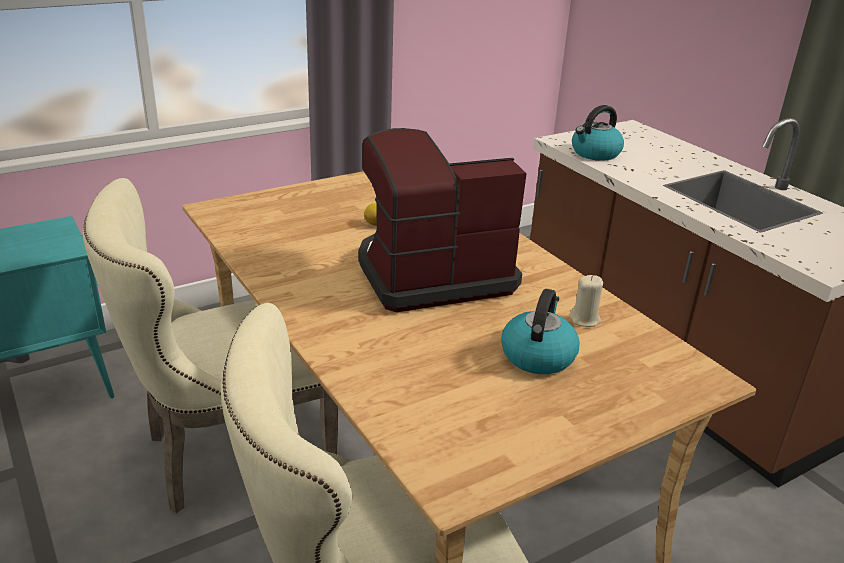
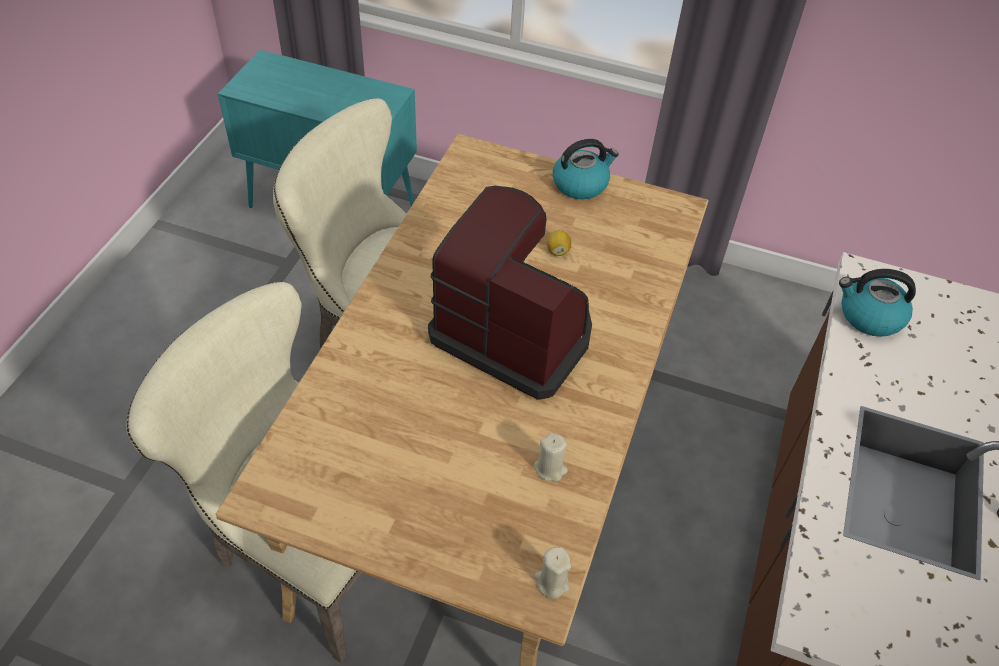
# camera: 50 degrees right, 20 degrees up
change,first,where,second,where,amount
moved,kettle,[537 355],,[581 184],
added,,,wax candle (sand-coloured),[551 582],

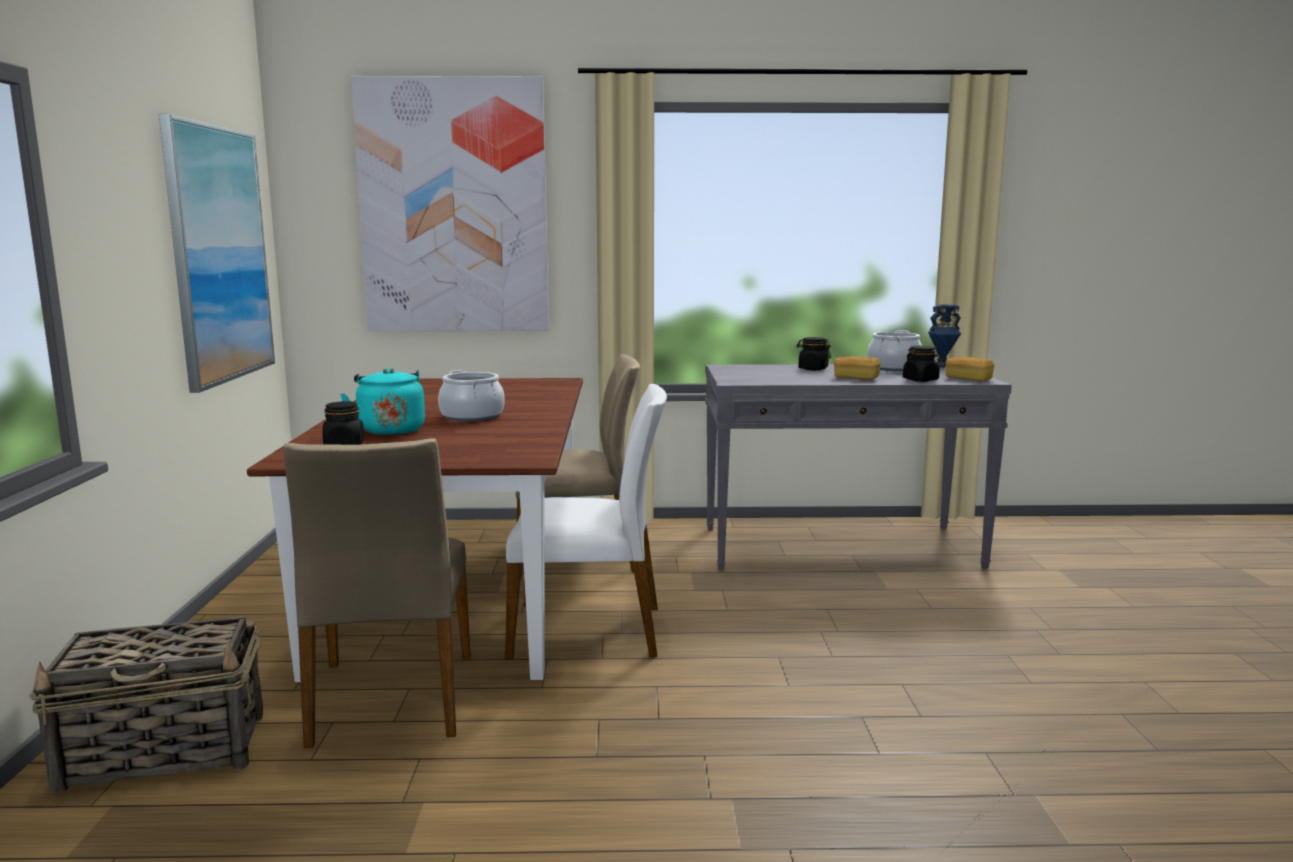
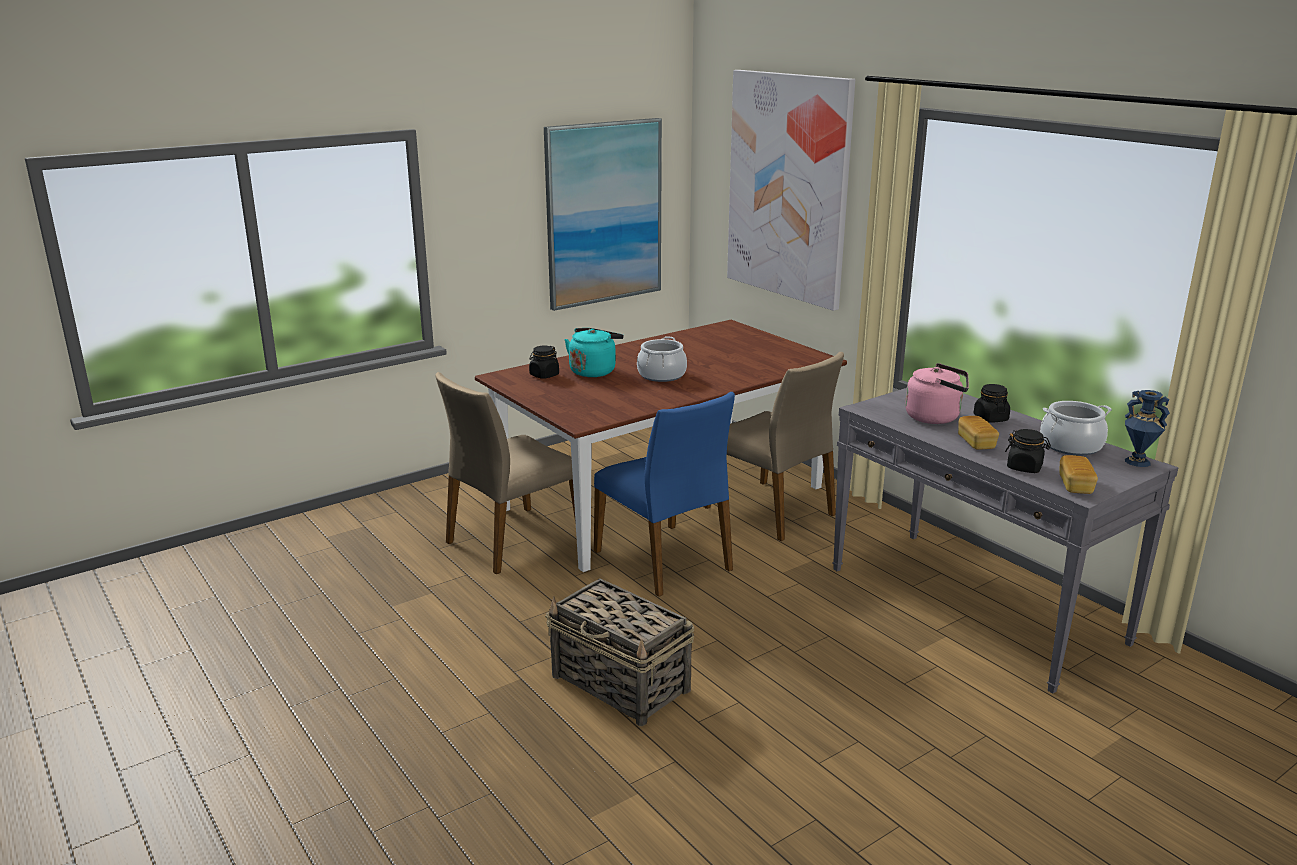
# camera: 55 degrees right, 10 degrees up
change,first,where,second,where,amount
moved,basket,[167 751],,[621 684],
recoloured,chair (whitish),[589 630],chair (blue),[665 560],
added,,,kettle (pinkish),[936 417],

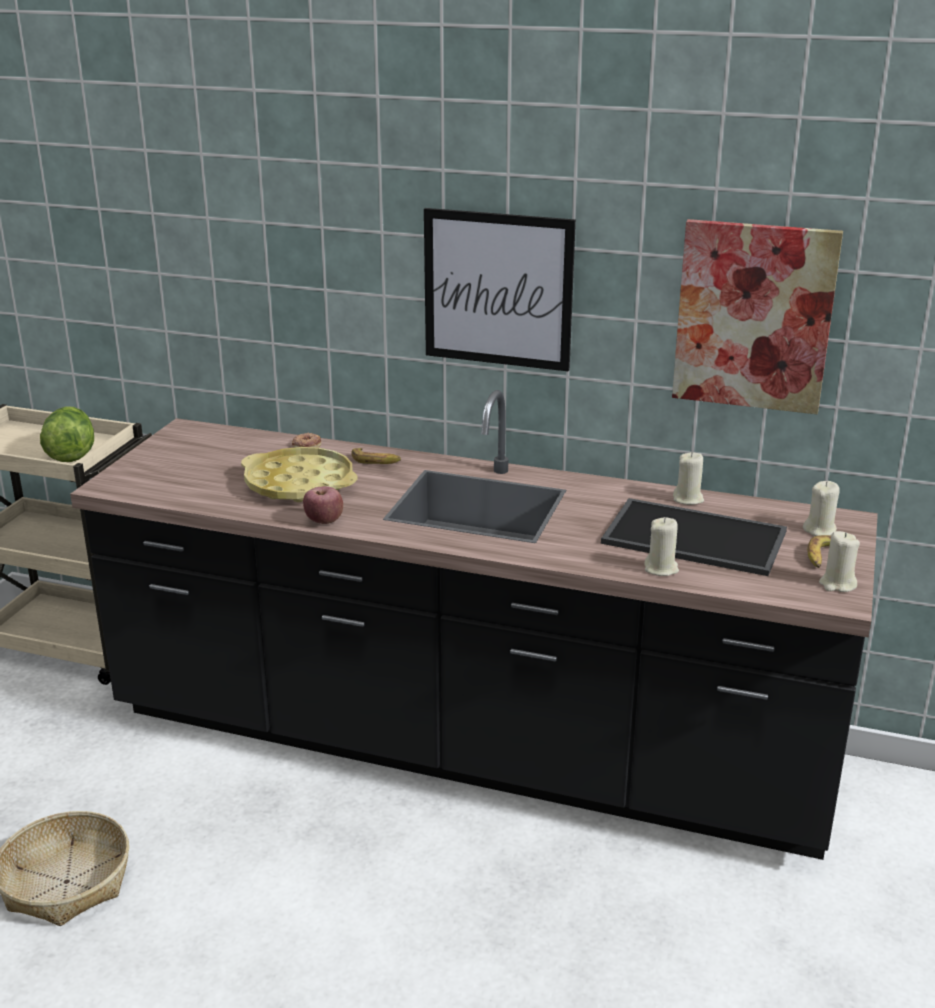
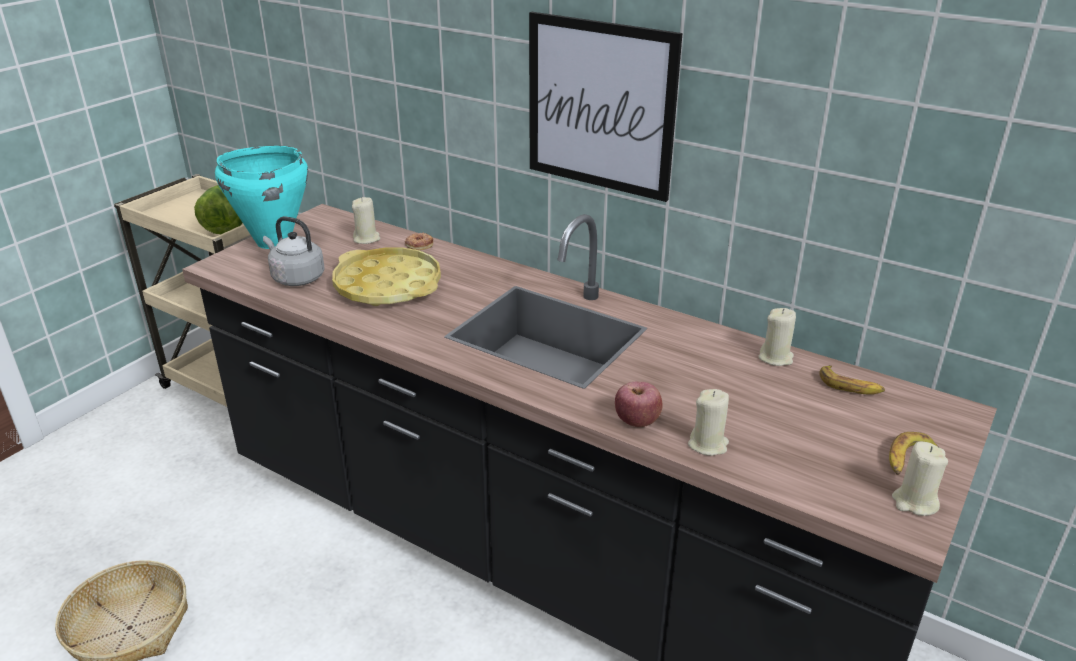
# camera: 15 degrees right, 5 degrees up
change,first,where,second,where,amount
moved,whole apple,[324 521],,[637 421],
moved,banana fruit,[376 460],,[850 386],
removed,serving tray,[691 538],,,
removed,picture,[754 316],,,
moved,wax candle (sand-coloured),[820 530],,[367 239],
added,,,saucepot (turquoise-coloured),[273 241],
added,,,kettle (grey),[296 278],

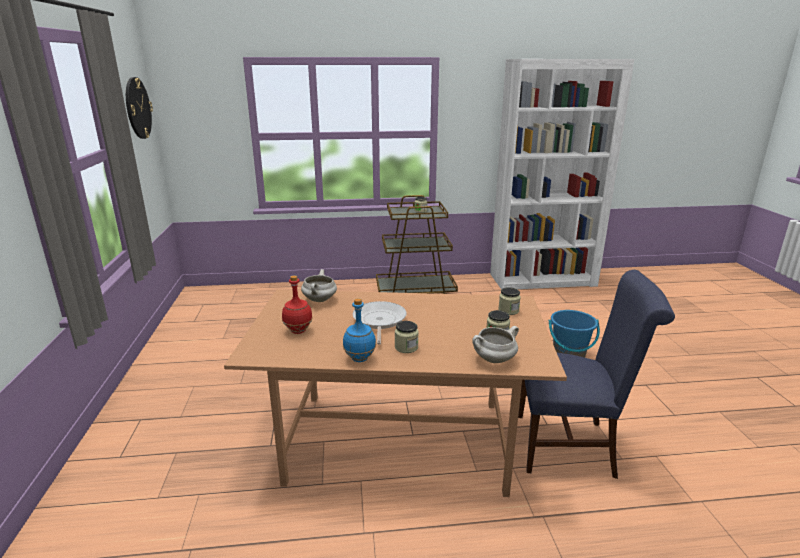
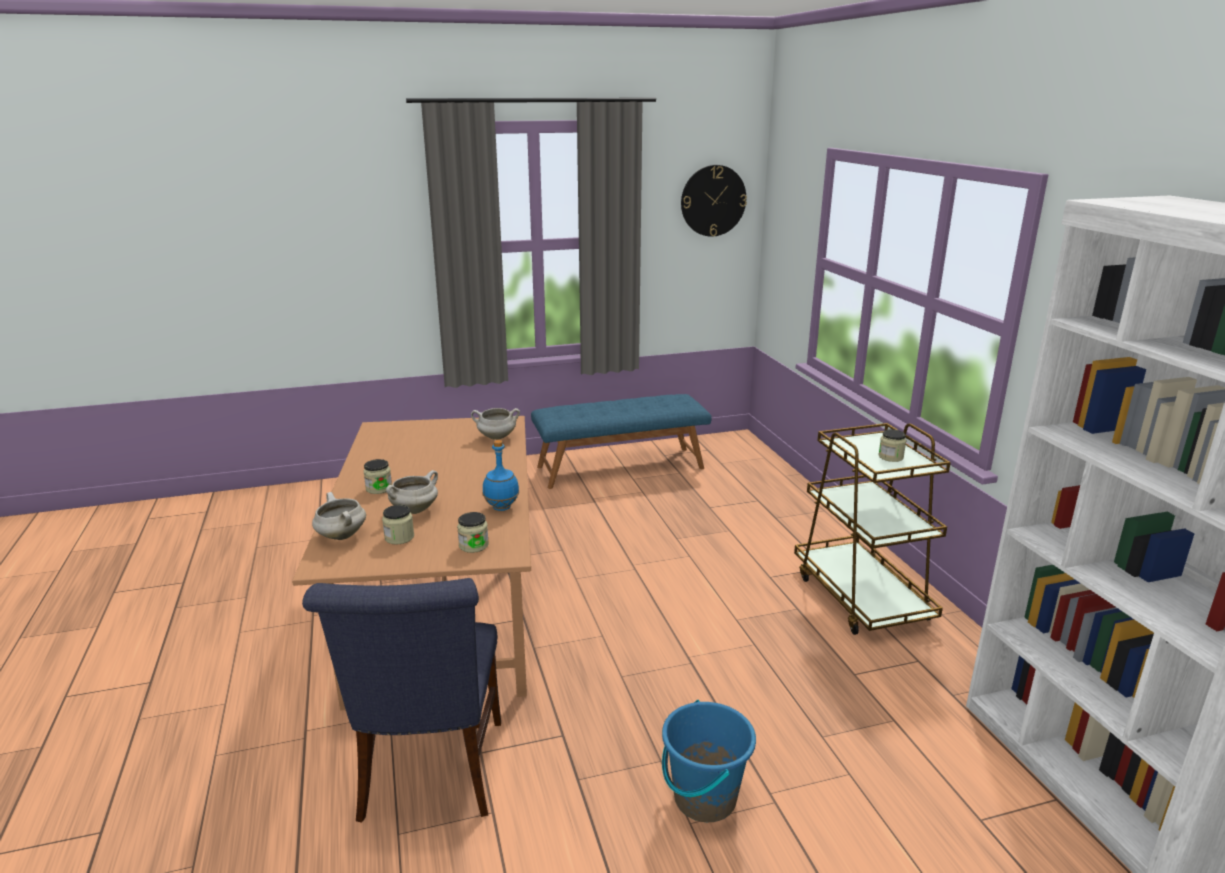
# camera: 80 degrees right, 0 degrees up
change,first,where,second,where,amount
removed,bottle (red),[298 331],,,
moved,bottle (blue),[359 358],,[502 507],
removed,frying pan,[379 321],,,
added,,,saucepot (whitish),[415 509],
added,,,long seat (blue),[620 467],

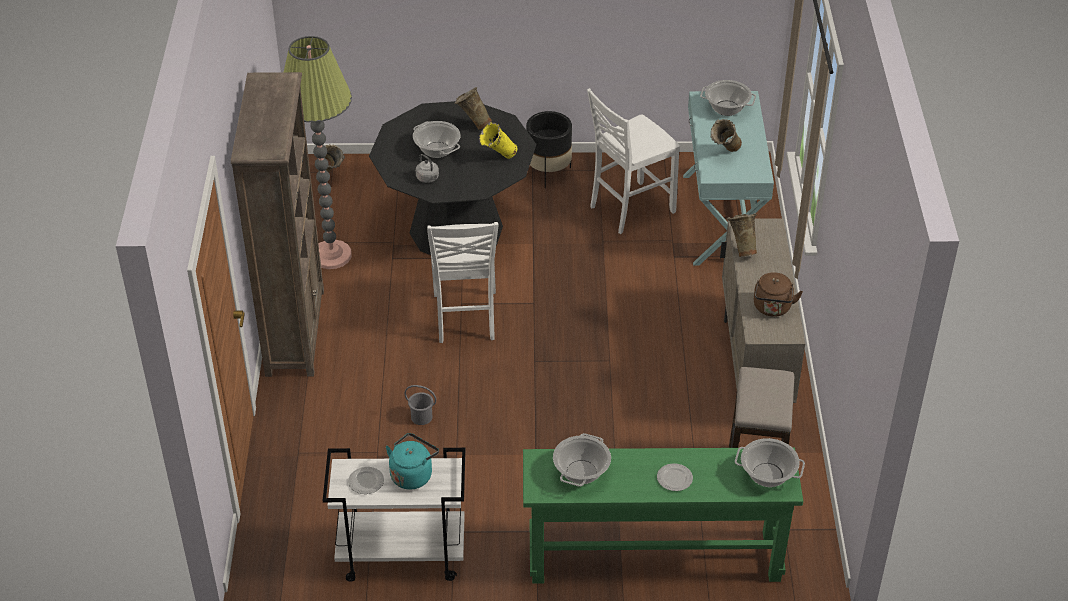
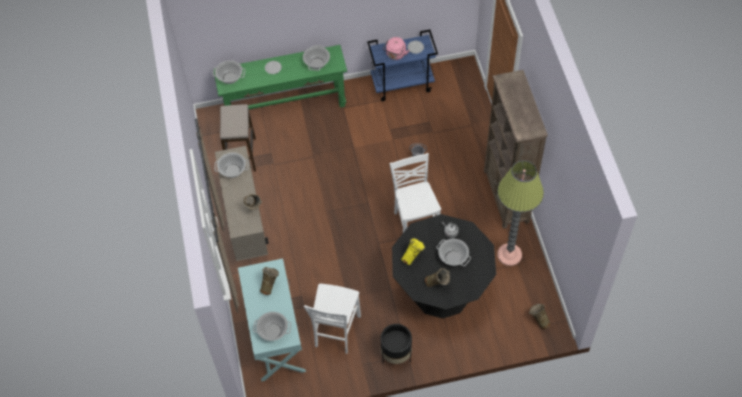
# camera: 170 degrees right, 15 degrees up
change,first,where,second,where,amount
recoloured,wheeled cart (whitish),[400 556],wheeled cart (blue),[402 84],
recoloured,kettle (turquoise-coloured),[412 474],kettle (pinkish),[395 55],
turned,chair (whitish),[629 209],,[336 332],150 degrees clockwise
replaced,kettle (brown-coloured),[772 308],saucepot,[233 170],

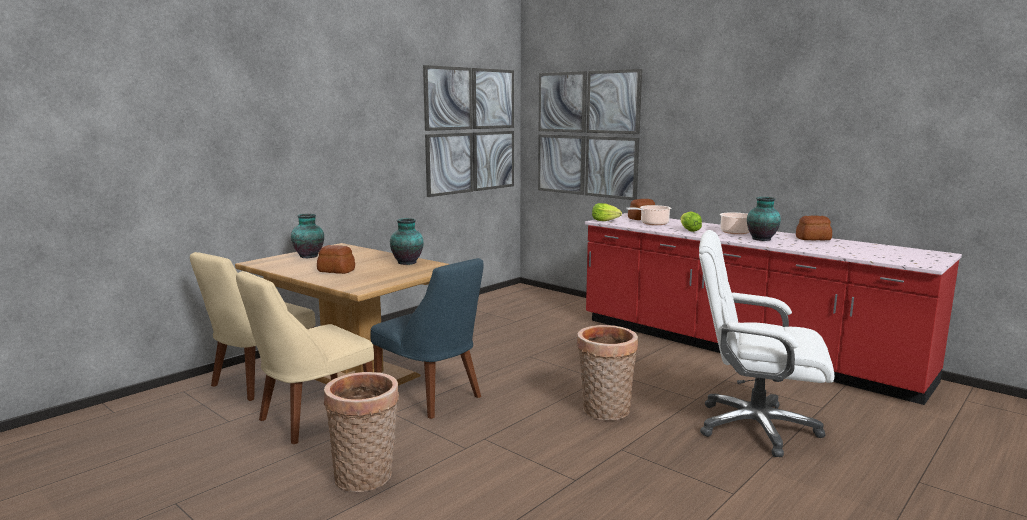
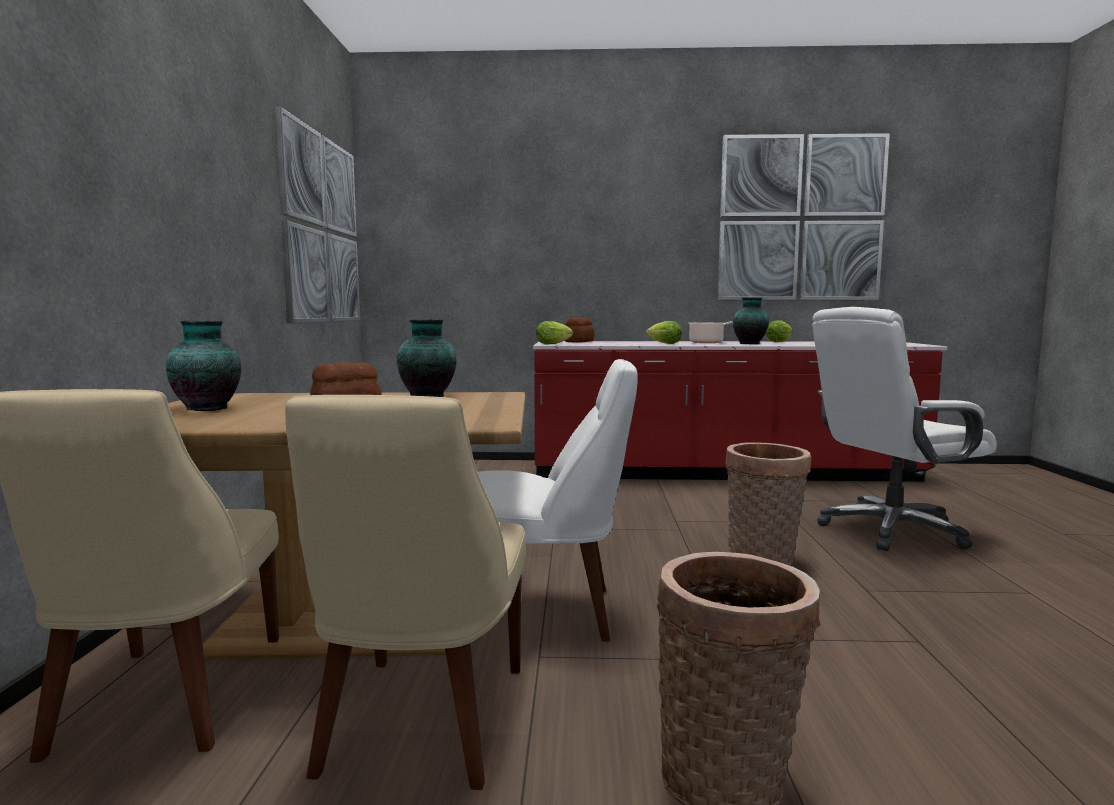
# camera: 40 degrees left, 5 degrees down
change,first,where,second,where,amount
recoloured,chair (blue),[432 397],chair (whitish),[545 612],
moved,picture,[587 134],,[801 219],
removed,saucepot,[652 223],,,
replaced,bread,[812 239],lettuce head,[778 342],

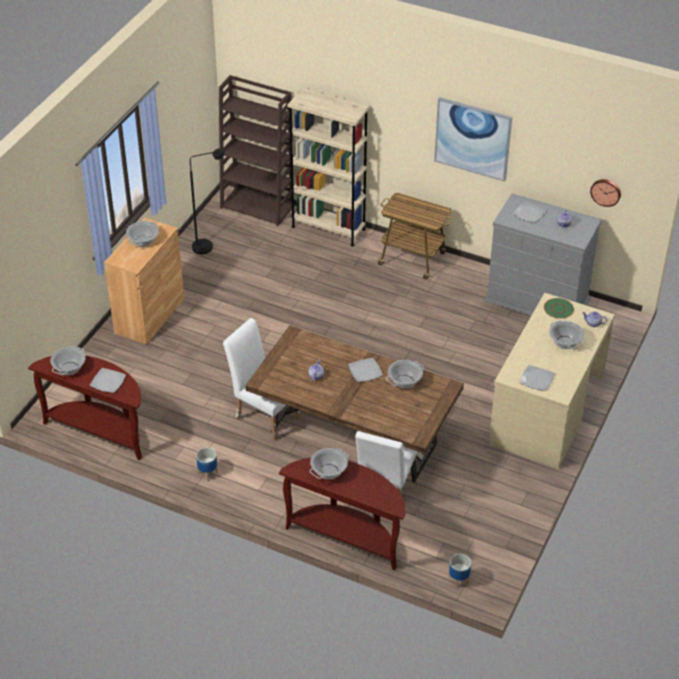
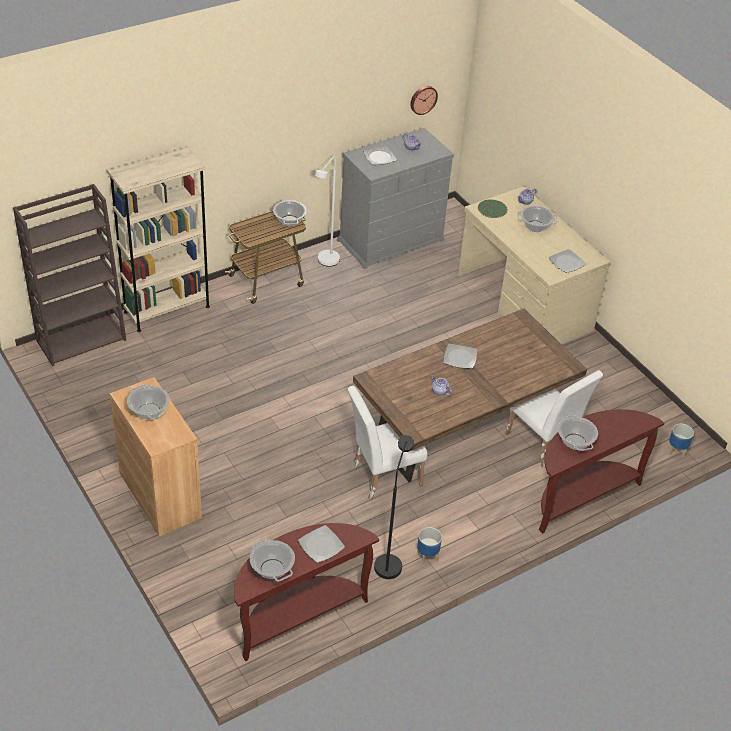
# camera: 60 degrees left, 0 degrees up
change,first,where,second,where,amount
moved,standard lamp (black),[208 246],,[389 561],
moved,saucepot,[404 381],,[289 221],
removed,picture,[472 138],,,
added,,,standard lamp (whitish),[325 263],

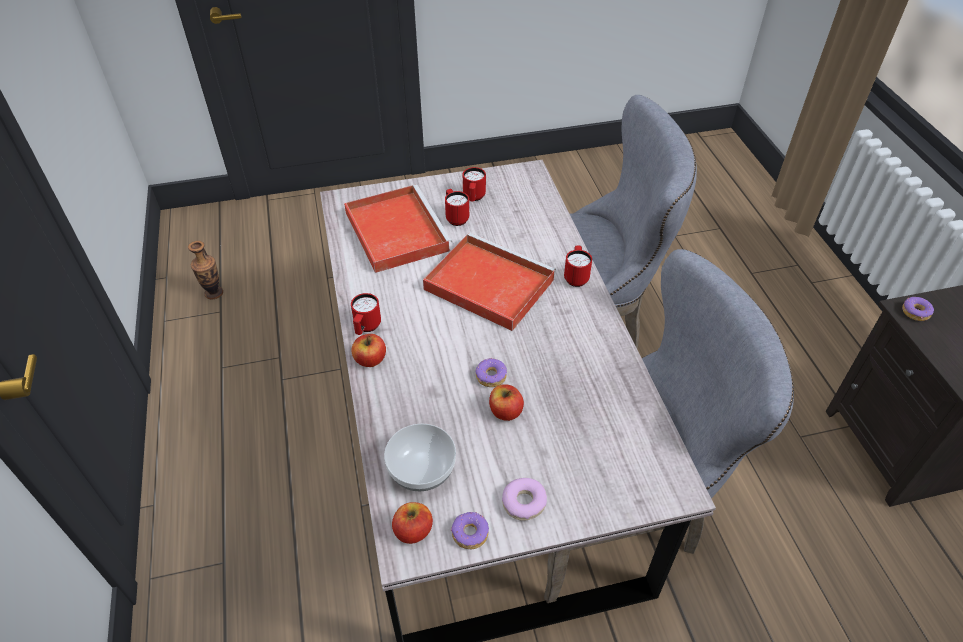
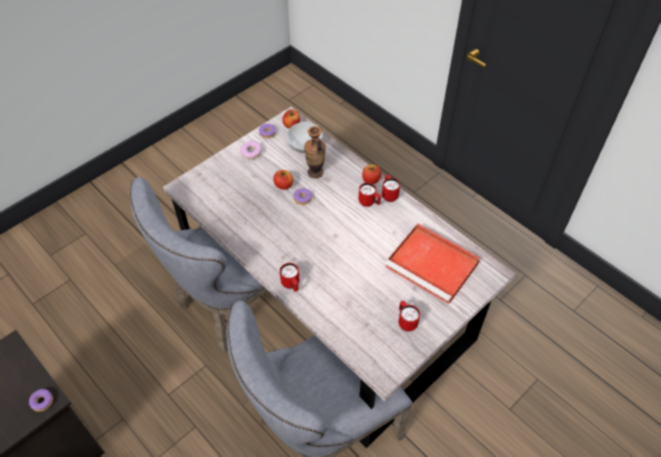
# camera: 150 degrees right, 5 degrees up
change,first,where,second,where,amount
moved,decorative vase,[214 293],,[315 172],
removed,serving tray (red),[486 284],,,
moved,tea mug (red),[455 217],,[369 203],

